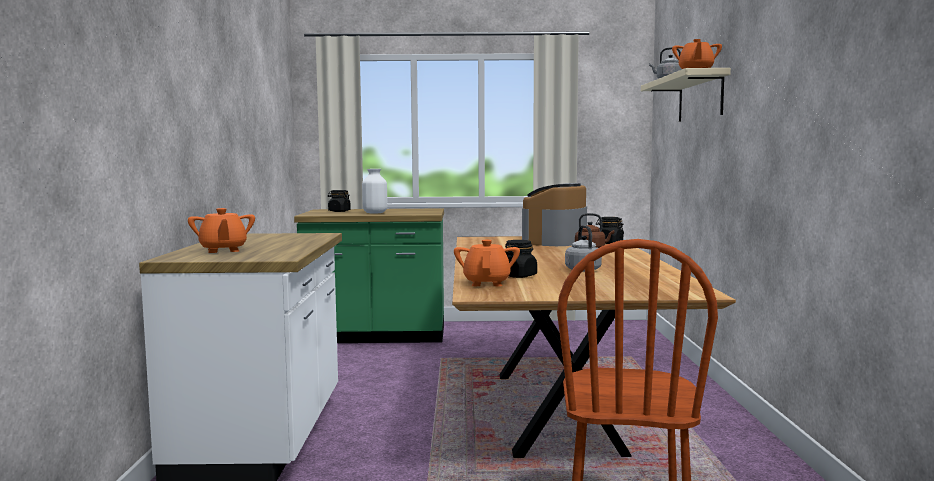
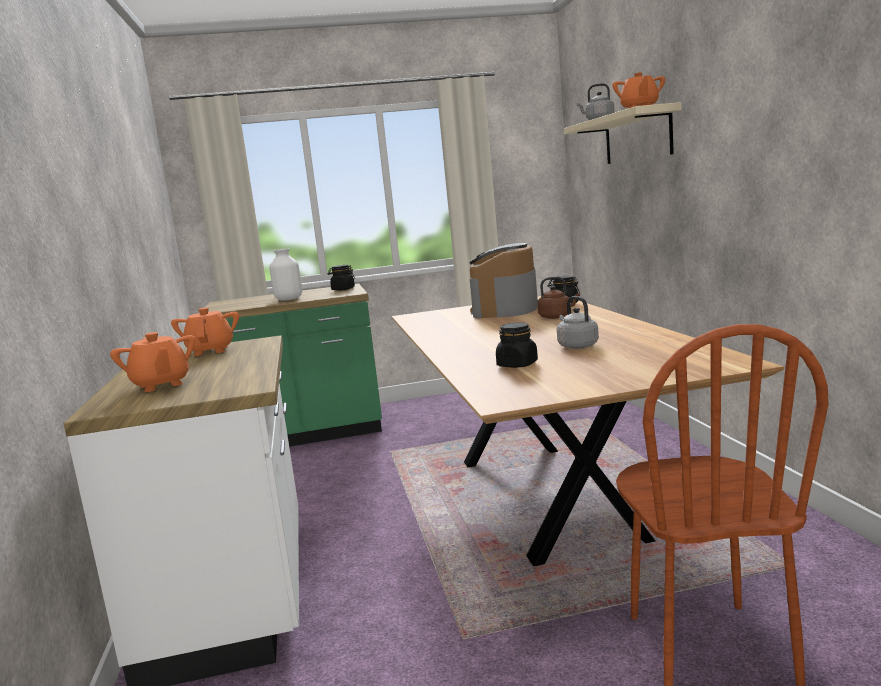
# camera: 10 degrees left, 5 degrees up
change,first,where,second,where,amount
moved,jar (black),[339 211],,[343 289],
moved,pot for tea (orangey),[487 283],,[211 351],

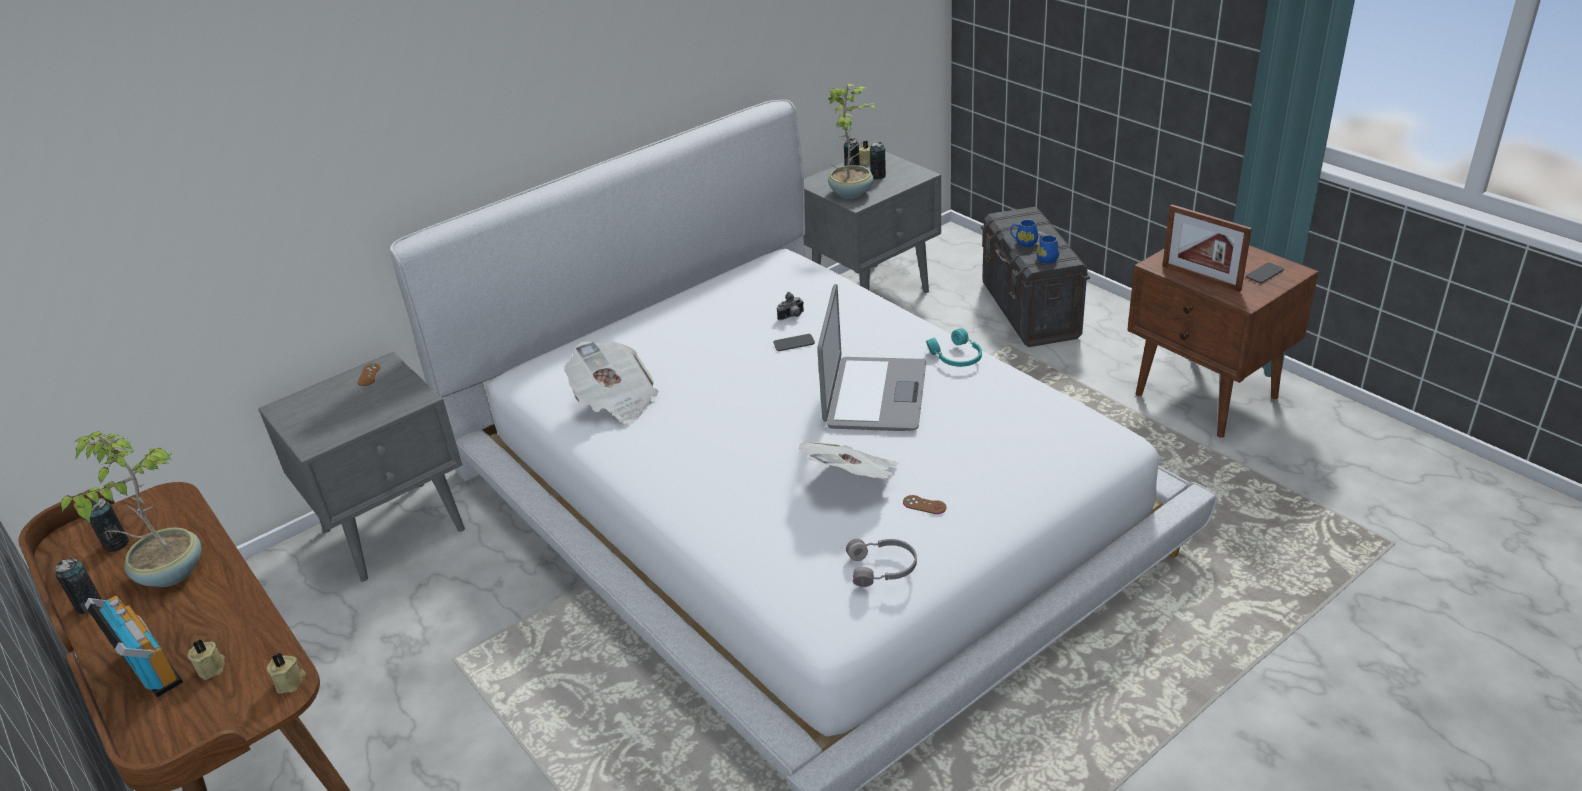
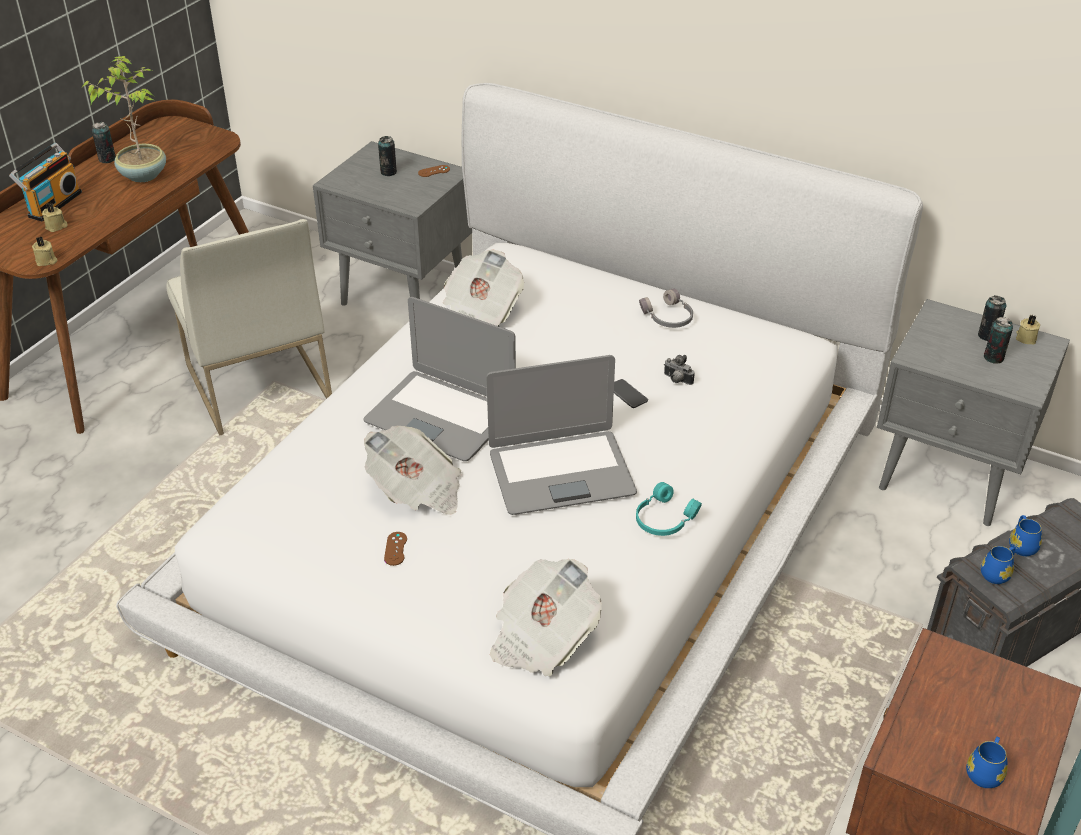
# camera: 65 degrees right, 5 degrees up
change,first,where,second,where,amount
moved,can,[116 544],,[388 172],
removed,houseplant,[852 192],,,
moved,pair of headphones (grey),[883 568],,[667 317],
removed,standing frame,[1201 278],,,
replaced,phone,[1264 274],tea mug (blue),[985 772],
added,,,chair (whitish),[257 383],
added,,,portable computer,[441 416],
added,,,printed paper,[542 637],

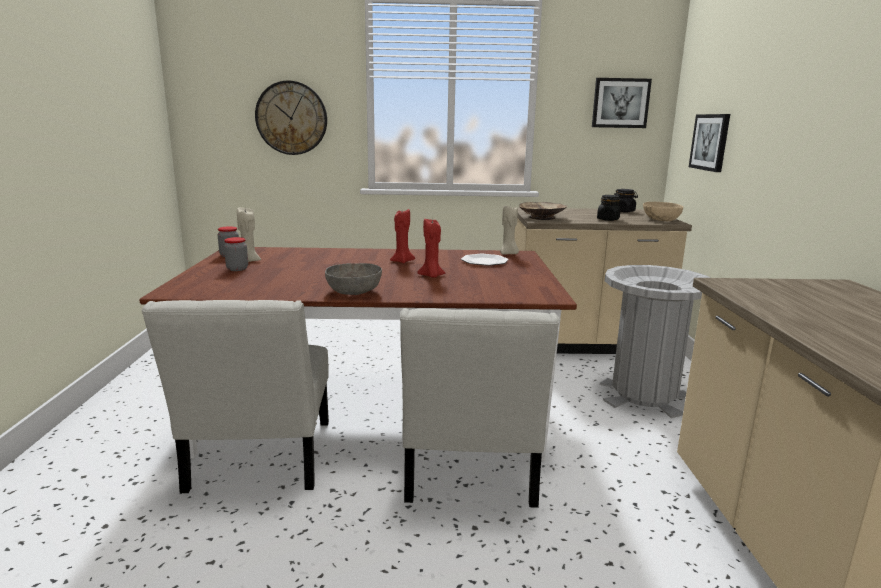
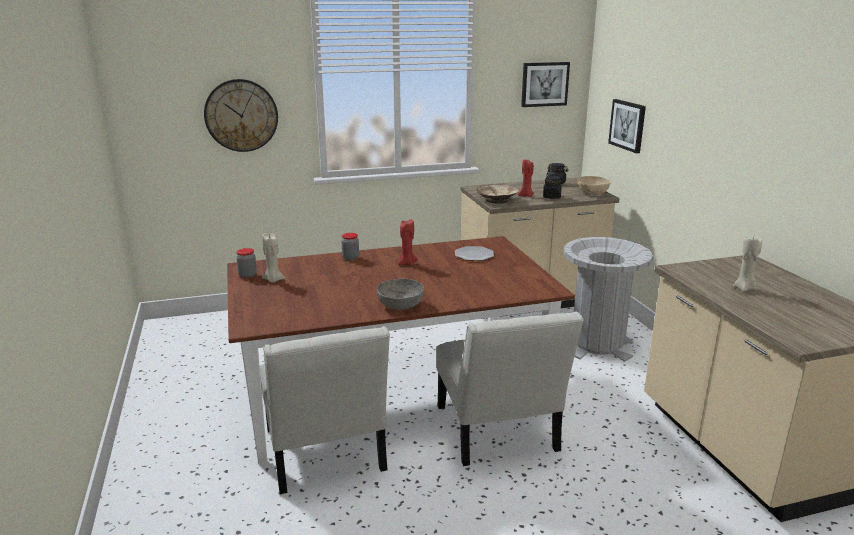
# camera: 15 degrees left, 5 degrees up
change,first,where,second,where,amount
moved,jar,[237 269],,[350 258],
moved,wax candle (red),[431 276],,[526 196],
moved,wax candle (sand-coloured),[508 254],,[744 288],

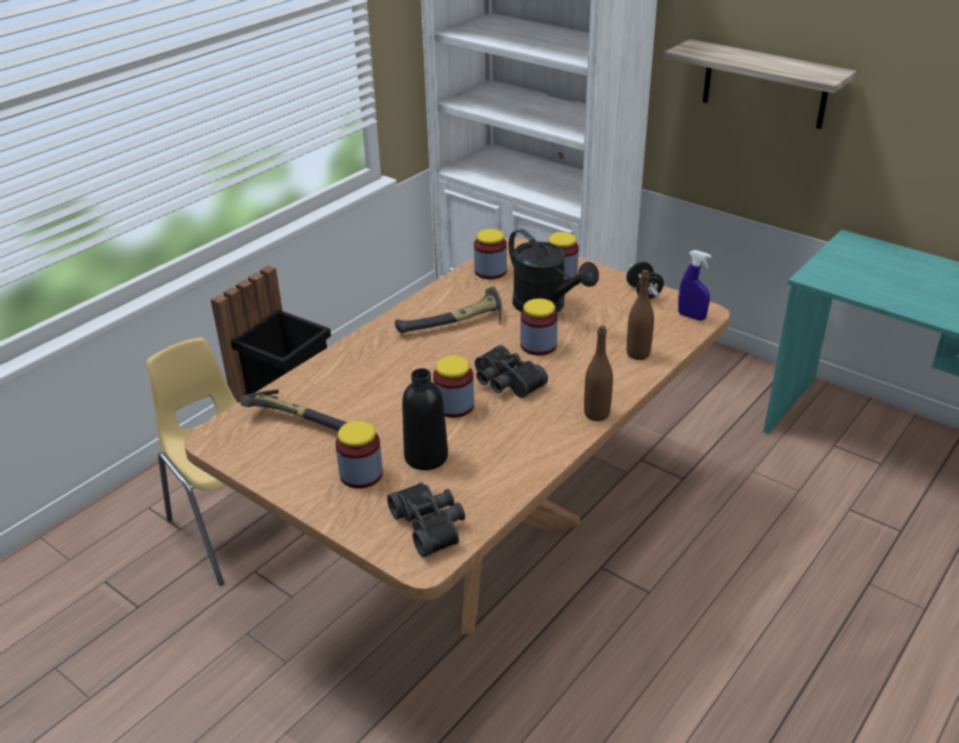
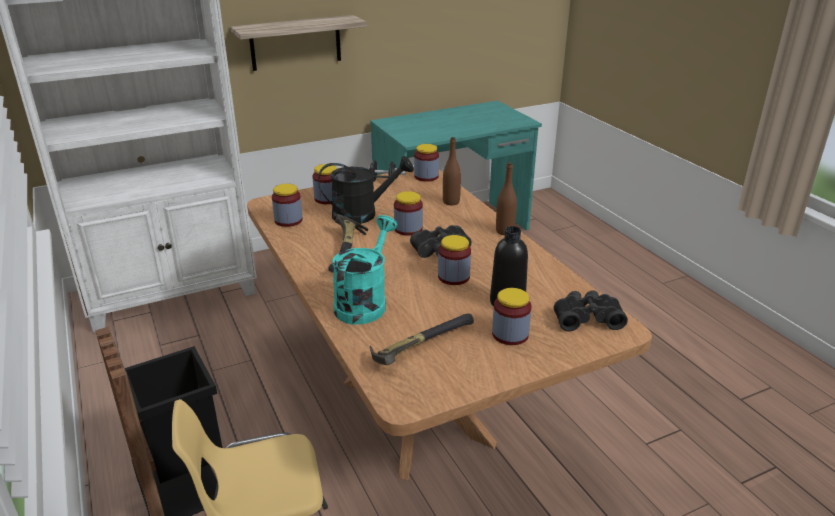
# camera: 65 degrees left, 5 degrees down
change,first,where,second,where,amount
replaced,sprayer (blue),[691 316],jar,[426 176],
added,,,sprinkling can (turquoise-coloured),[364 302],

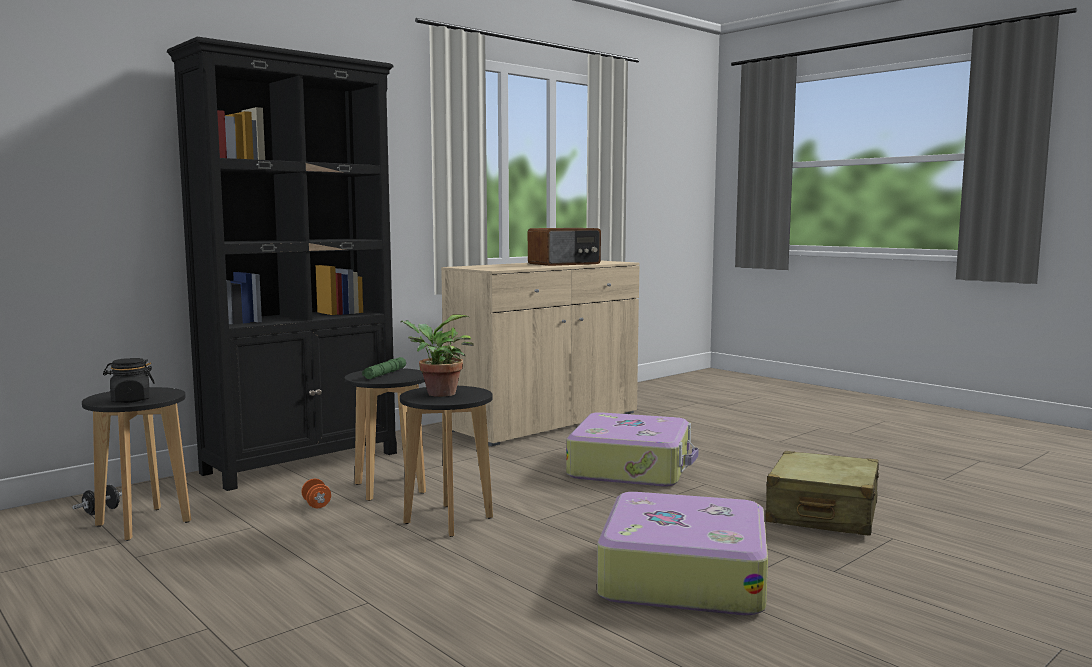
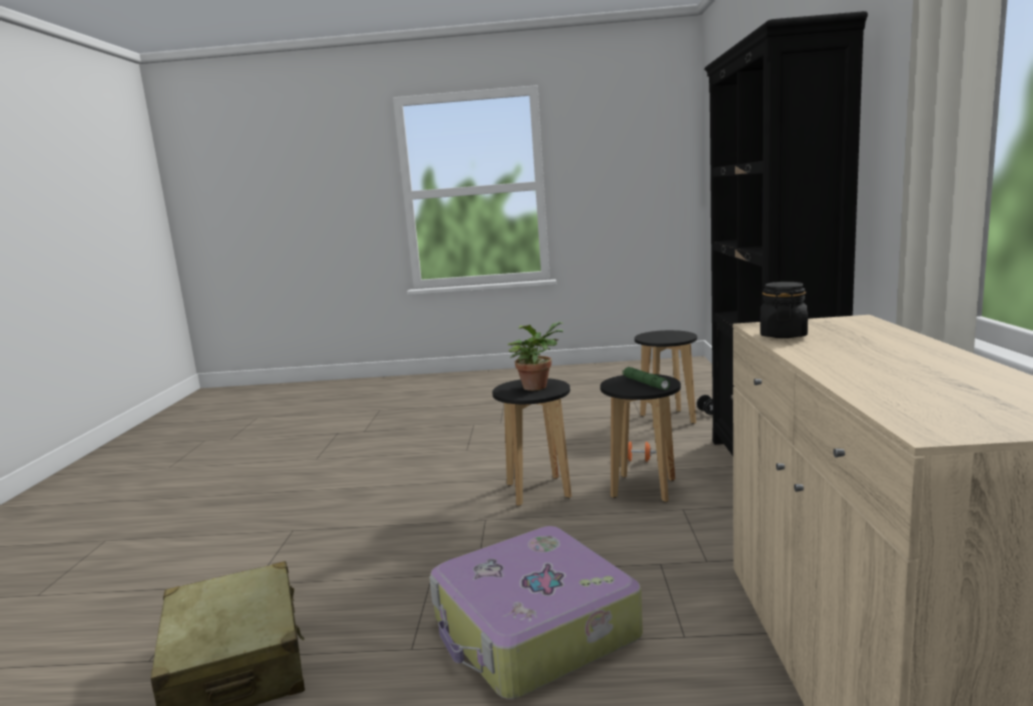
# camera: 135 degrees right, 5 degrees up
change,first,where,second,where,amount
moved,jar (black),[130 400],,[783 335],
removed,radio receiver,[565 264],,,
removed,suitcase,[682 575],,,

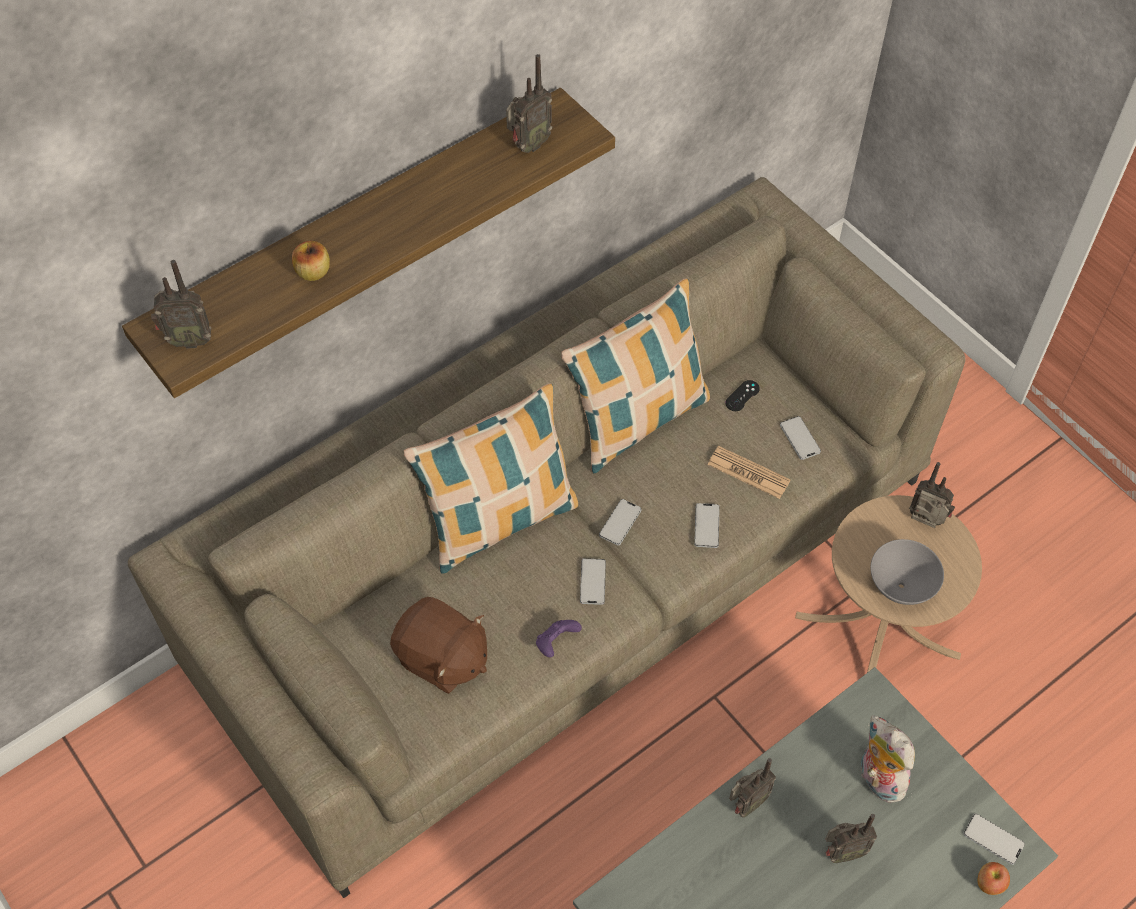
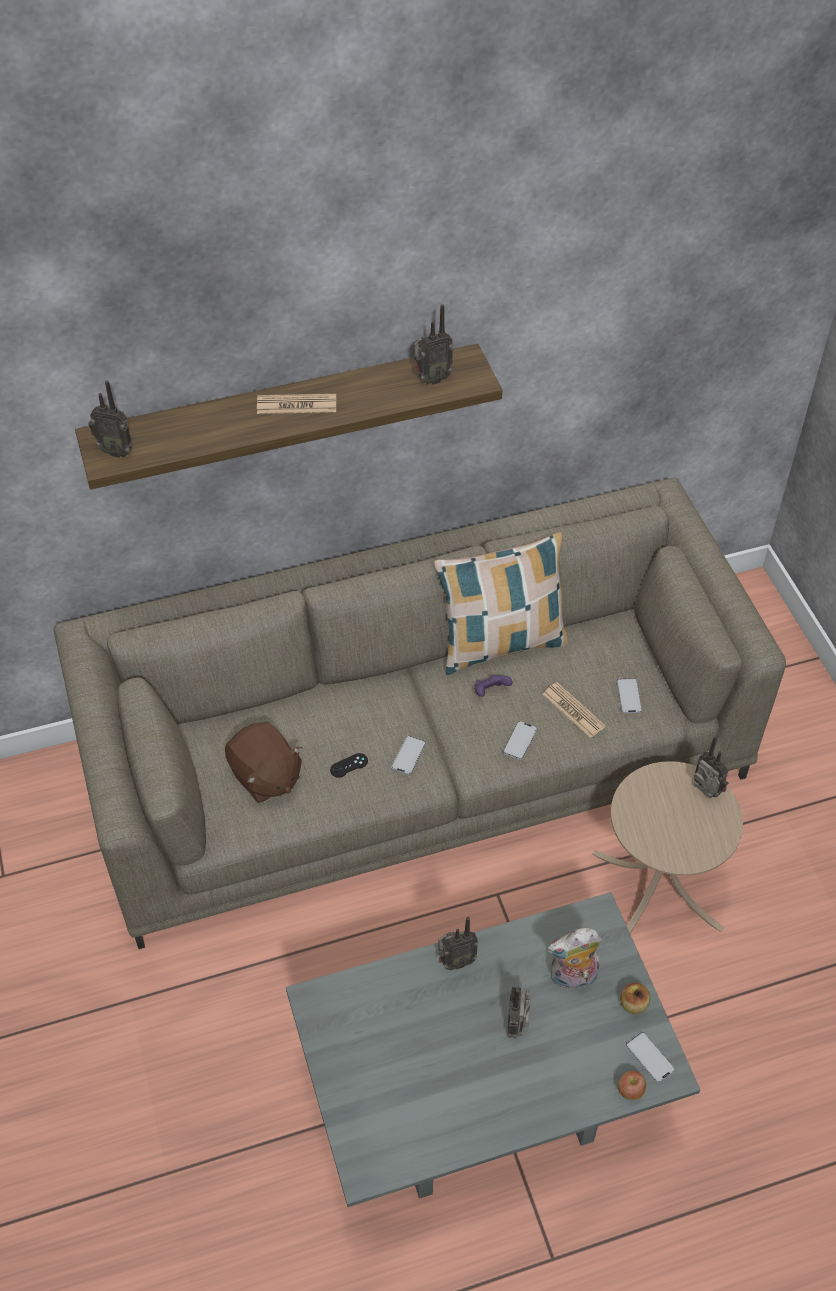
# camera: 20 degrees right, 5 degrees down
change,first,where,second,where,amount
moved,whole apple,[313 272],,[633 1004],
removed,pillow,[499 520],,,
moved,gamepad (purple),[556 643],,[490 692],
removed,phone,[620 523],,,
moved,gamepad (black),[742 396],,[349 765],
turned,radio receiver,[842 852],,[517 1024],90 degrees clockwise
turned,cuddly toy,[877 779],,[572 978],90 degrees counterclockwise
removed,deep dish (grey),[901 587],,,
added,,,printed paper,[296 405],

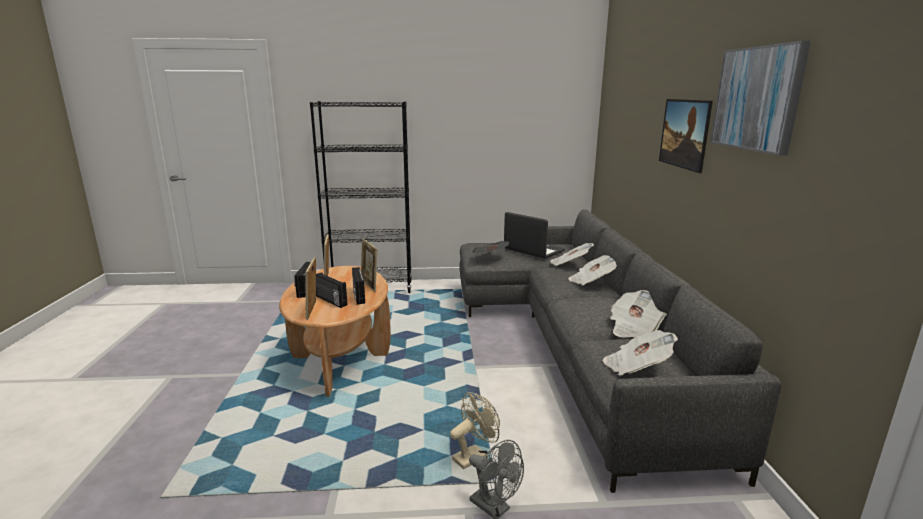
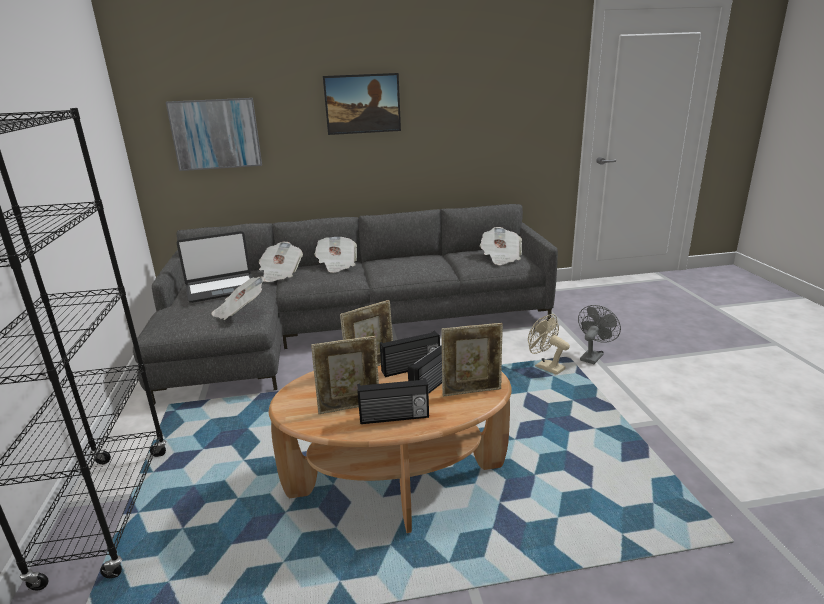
# camera: 95 degrees left, 5 degrees up
change,first,where,second,where,amount
turned,portable computer,[533 250],,[221 289],150 degrees counterclockwise
removed,printed paper,[634 328],,,
moved,picture,[757 98],,[216 134],

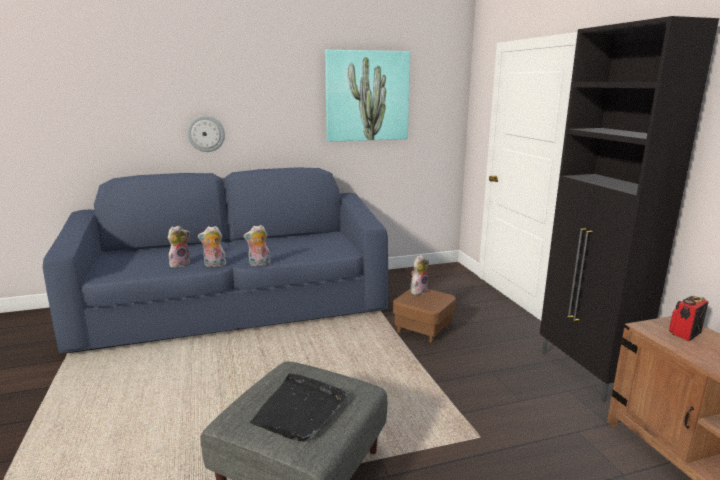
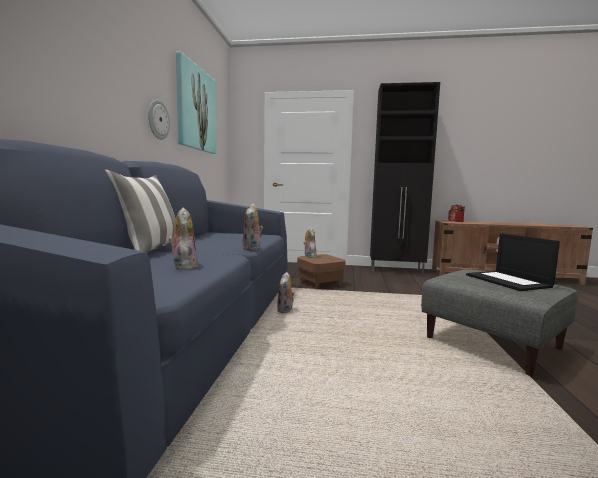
# camera: 65 degrees left, 10 degrees down
change,first,where,second,where,amount
moved,wall clock,[206 133],,[158 120],
moved,cuddly toy,[214 265],,[285 310],
replaced,serving tray (black),[299 410],portable computer,[509 281],
added,,,pillow,[149 251],

